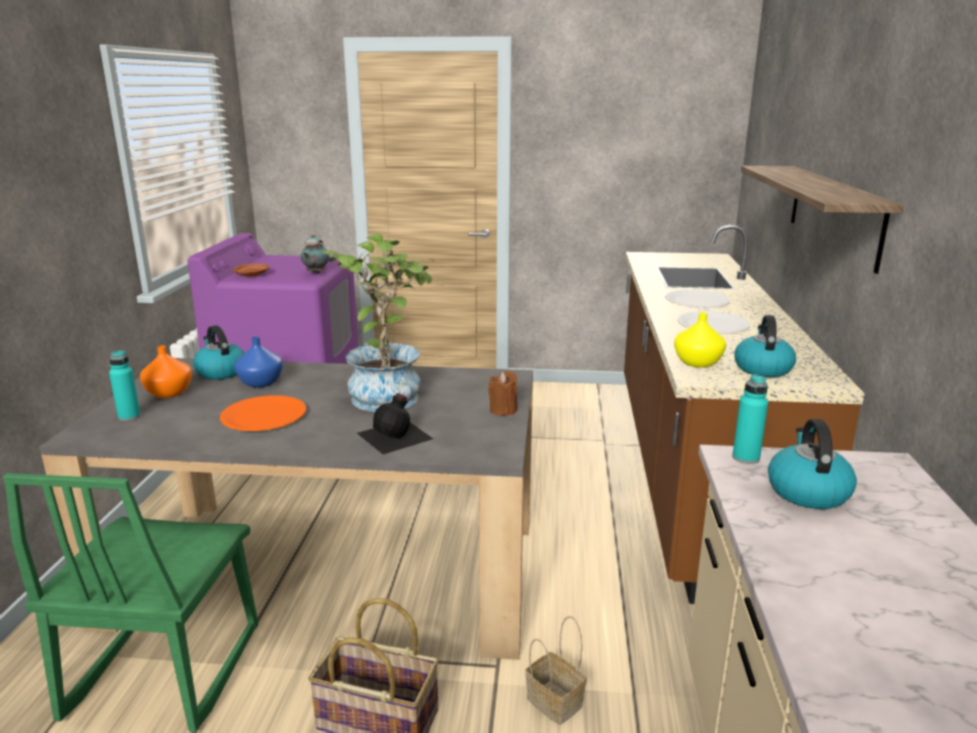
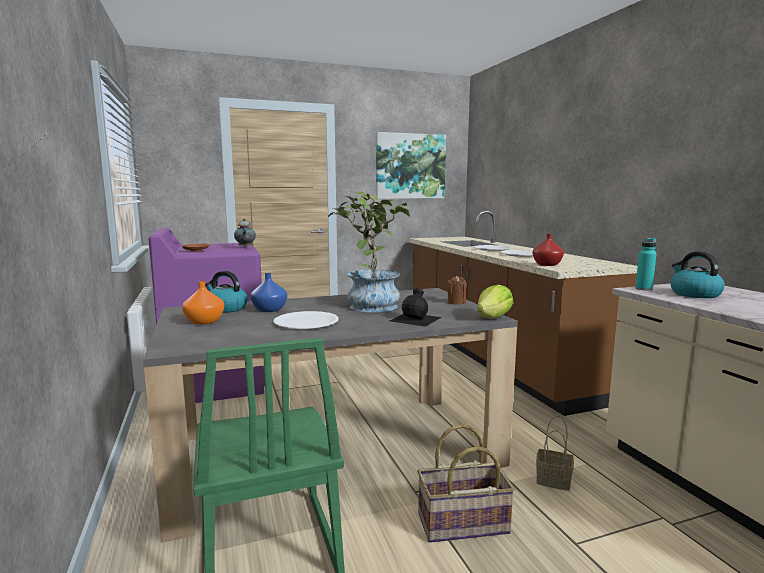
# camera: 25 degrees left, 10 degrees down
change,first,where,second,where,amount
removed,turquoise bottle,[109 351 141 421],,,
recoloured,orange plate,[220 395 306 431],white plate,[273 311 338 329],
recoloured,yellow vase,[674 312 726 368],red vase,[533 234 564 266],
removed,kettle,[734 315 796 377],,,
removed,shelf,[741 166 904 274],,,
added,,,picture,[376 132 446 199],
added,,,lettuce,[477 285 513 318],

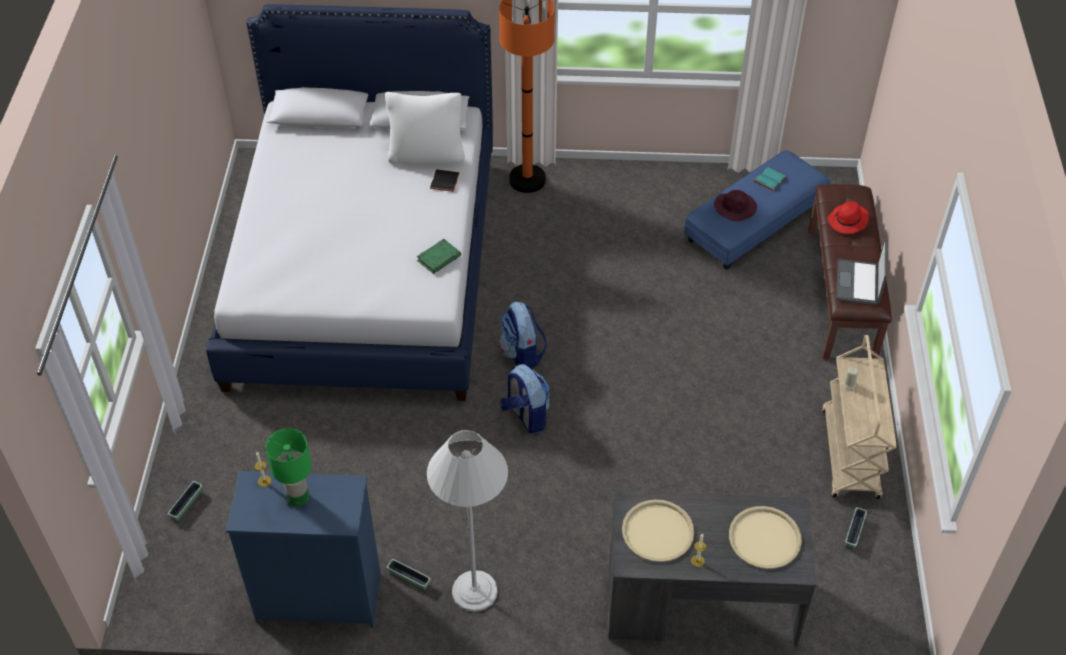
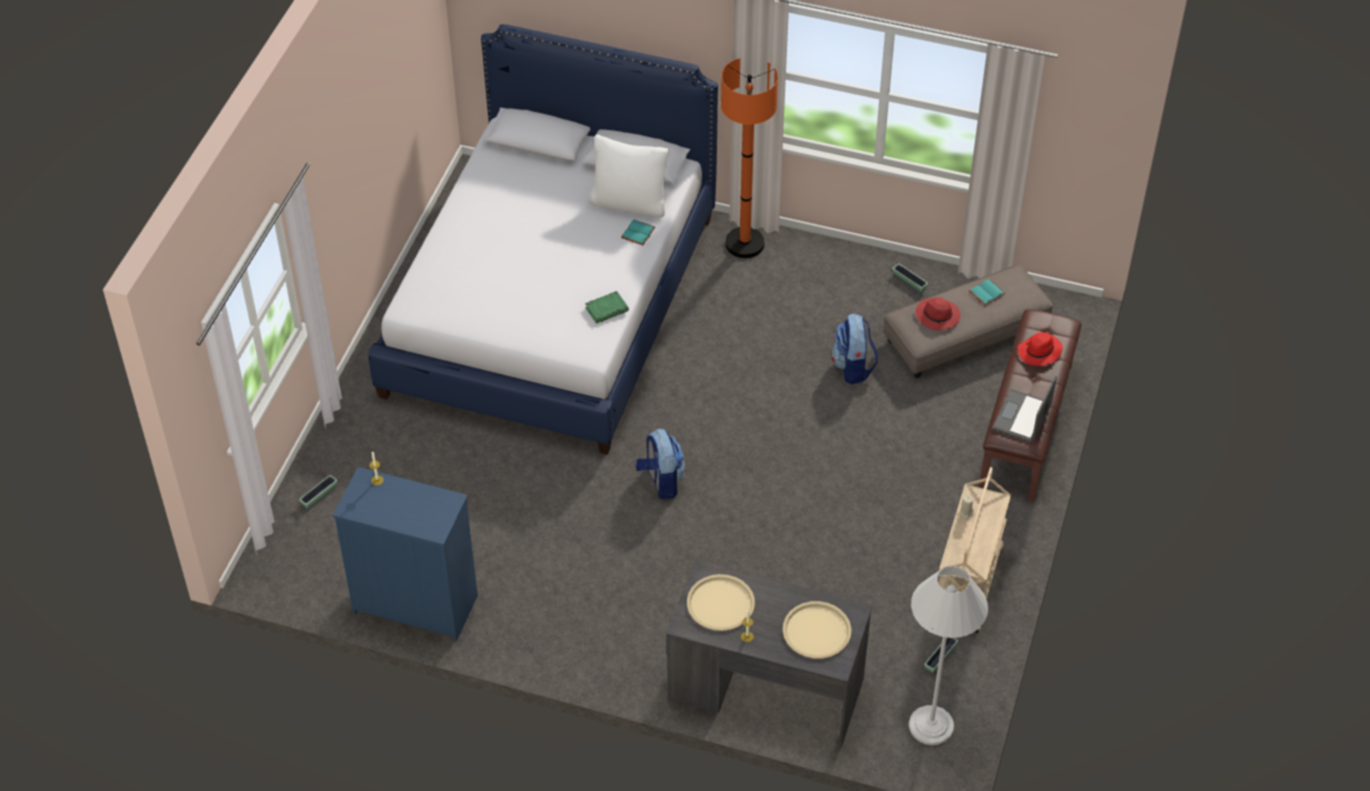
# camera: 15 degrees right, 0 degrees up
change,first,where,second,where,amount
removed,green table lamp,[266 428 312 507],,,
moved,planter,[387 559 431 591],,[893 264 928 293],
moved,white floor lamp,[427 430 508 612],,[909 566 988 745],
recoloured,black book,[430 169 460 192],turquoise book,[621 220 656 245],
moved,backpack,[499 301 547 369],,[831 313 878 384],
recoloured,blue ottoman,[684 150 830 270],grey ottoman,[884 265 1053 378],
recoloured,purple hat,[714 190 757 221],red hat,[916 297 960 330],

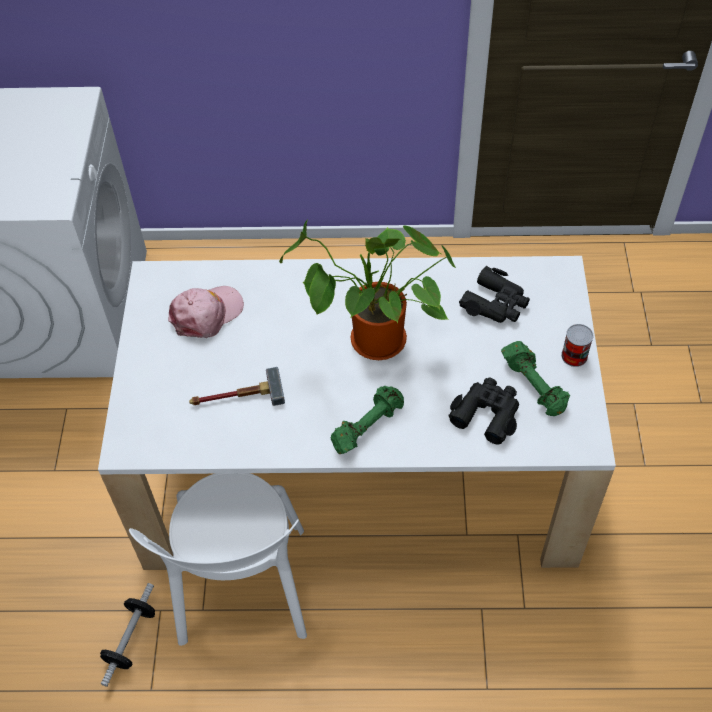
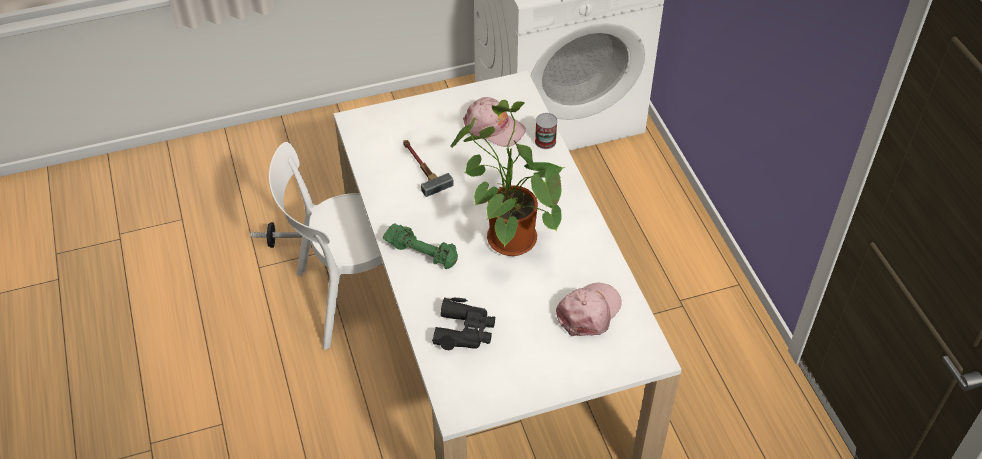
# camera: 70 degrees right, 5 degrees down
change,first,where,second,where,amount
replaced,black binoculars,[459 266 530 323],pink cap,[556 283 622 336],
removed,green dumbbell,[501 341 570 416],,,
moved,can,[561 324 593 367],,[535 113 558 149],

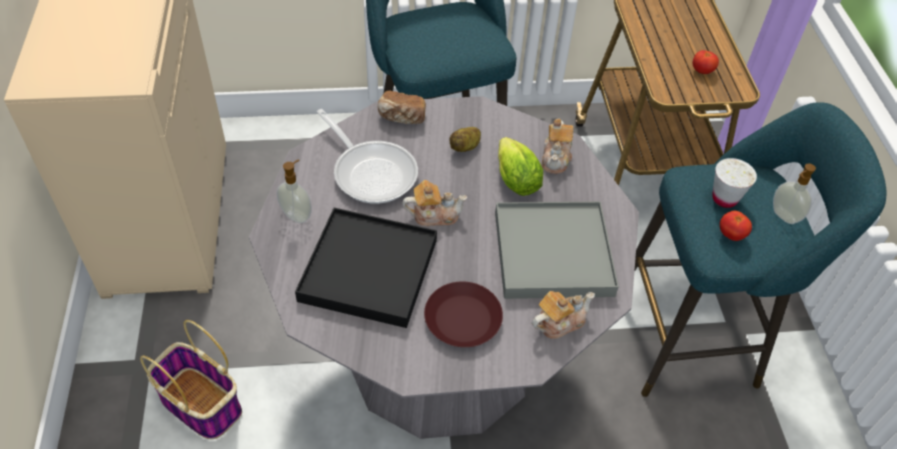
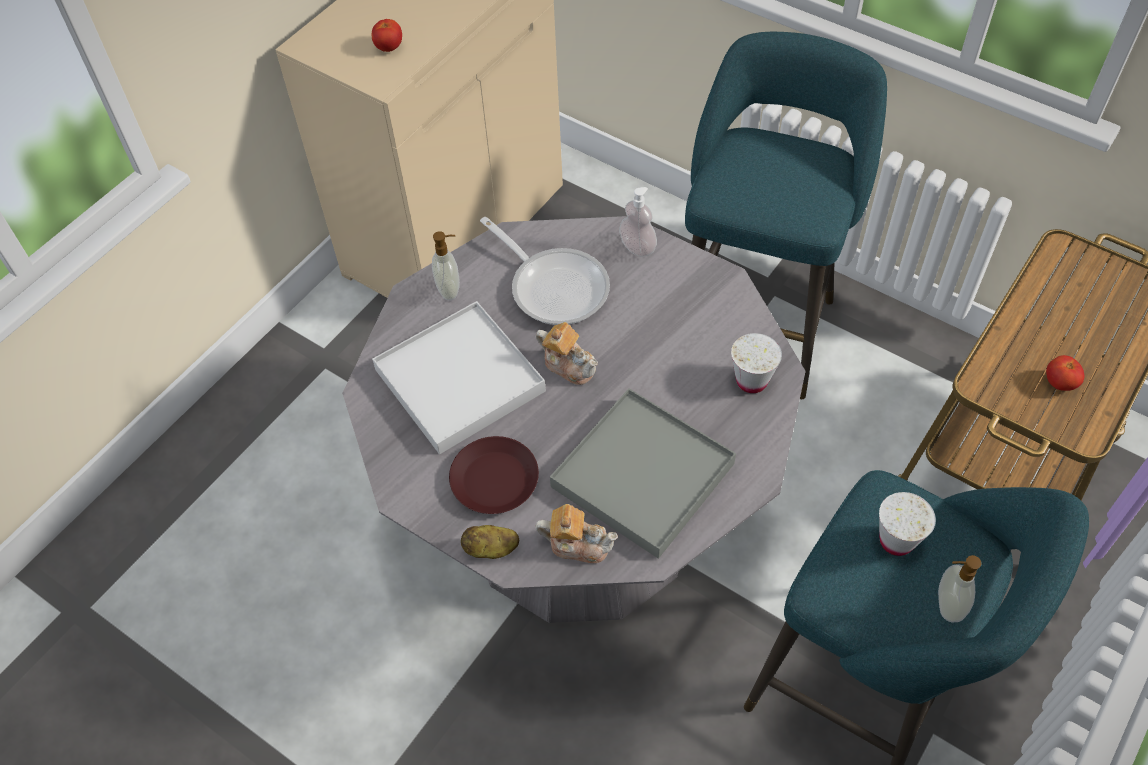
# camera: 45 degrees right, 5 degrees up
change,first,where,second,where,amount
removed,basket,[140 320 242 439],,,
recoloured,black tray,[295 208 437 328],white tray,[372 301 546 454],
turned,frying pan,[317 109 418 204],,[480 217 610 325],45 degrees counterclockwise
replaced,bread,[378 91 426 124],soap dispenser,[619 187 657 257],
moved,potato,[449 127 481 152],,[461 525 519 559],
removed,lettuce,[498 137 543 196],,,
replaced,teapot,[542 119 574 174],white cup,[731 333 782 393],
moved,tomato,[720 211 752 241],,[372 19 402 52],

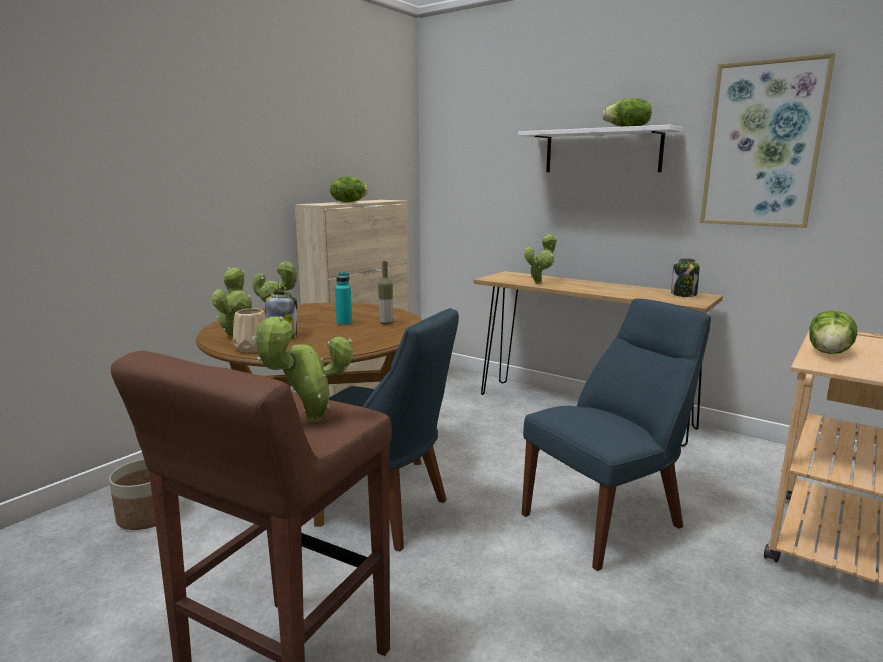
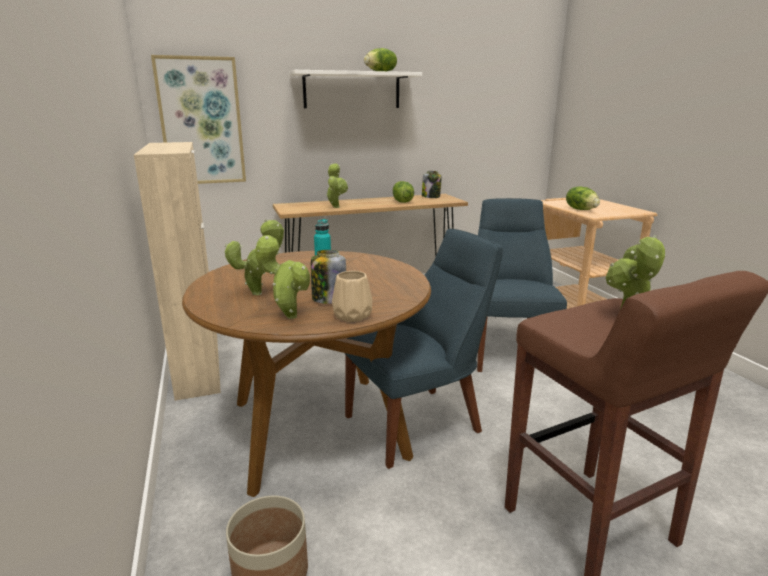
# camera: 55 degrees left, 5 degrees up
change,first,where,second,where,amount
moved,lettuce,[330 176 368 202],,[393 181 414 203],
removed,bottle,[378 261 393 325],,,
moved,picture,[700 53 835 228],,[151 55 246 184],

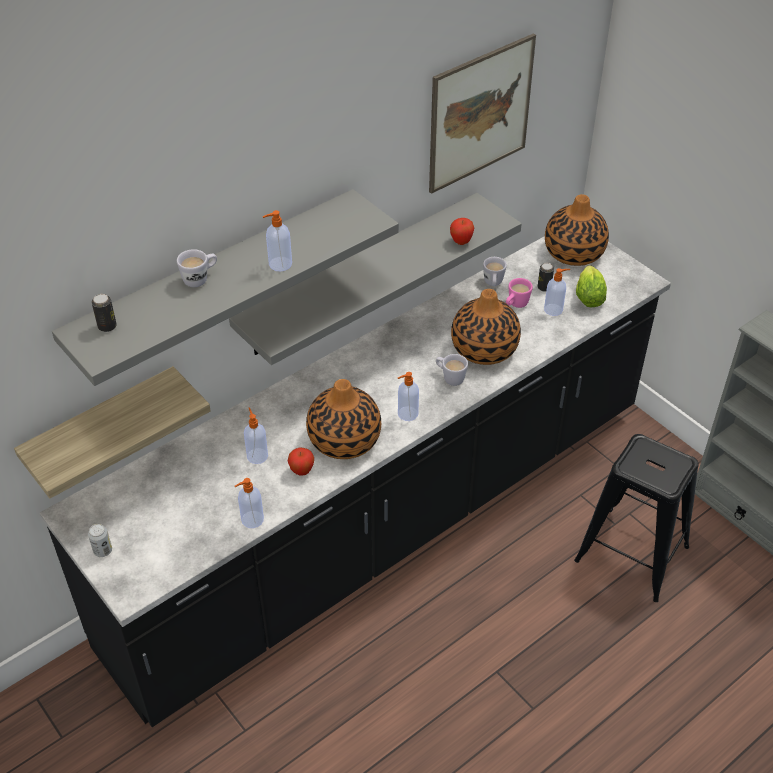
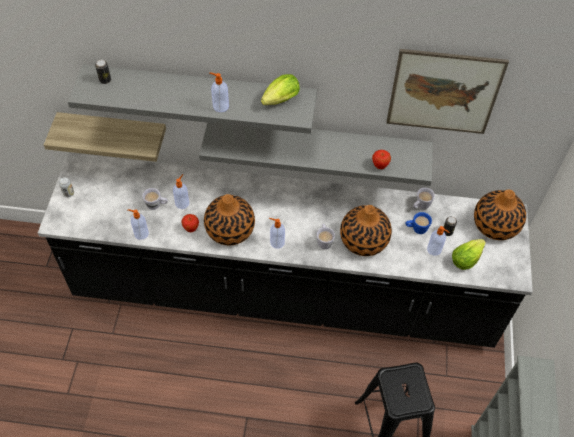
# camera: 45 degrees right, 10 degrees up
change,first,where,second,where,amount
moved,white mug,[177 249 217 287],,[142 188 168 210],
recoloured,pink mug,[506 278 533 308],blue mug,[405 212 432 234],
added,,,lettuce,[261 74 300 105],

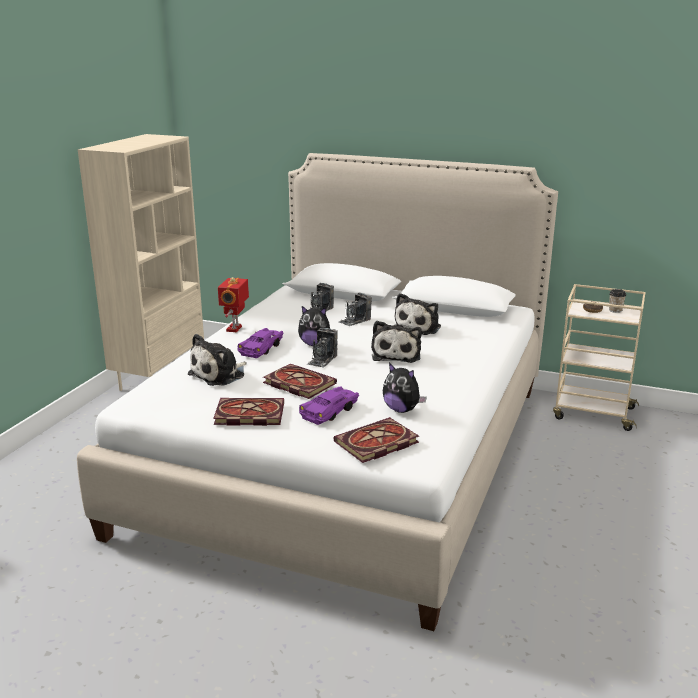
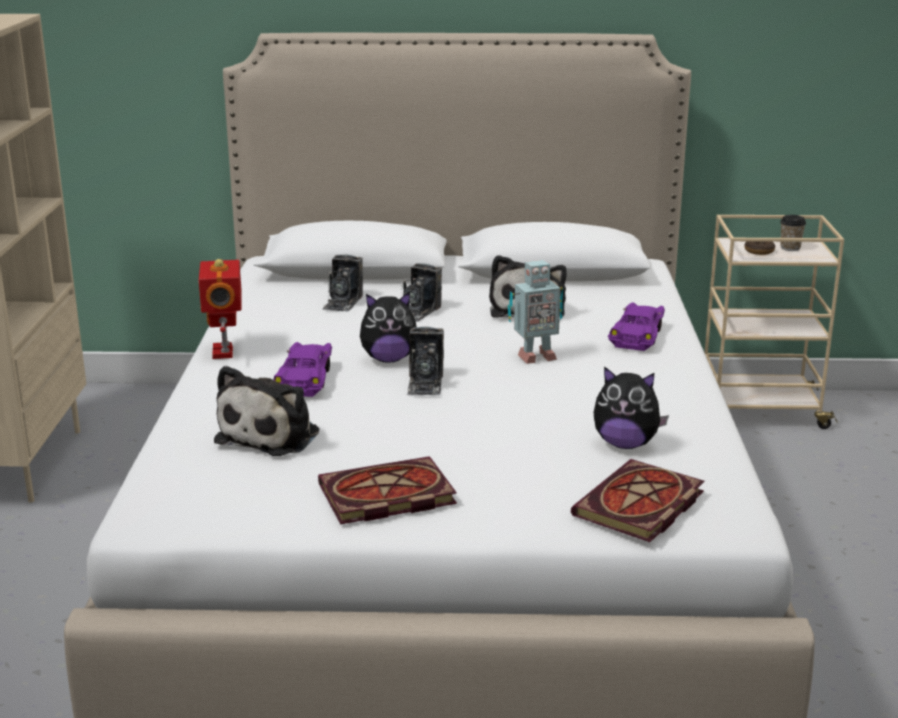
# camera: 20 degrees left, 0 degrees up
change,first,where,second,where,amount
removed,book,[263 364 337 399],,,
moved,purple toy car,[299 386 359 425],,[608 302 665 351],
replaced,plush toy,[371 321 422 363],toy robot,[508 260 563 364],

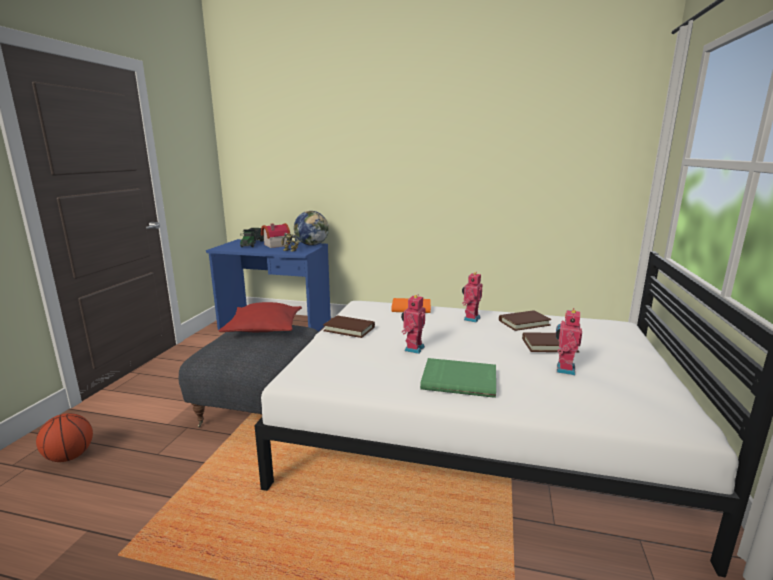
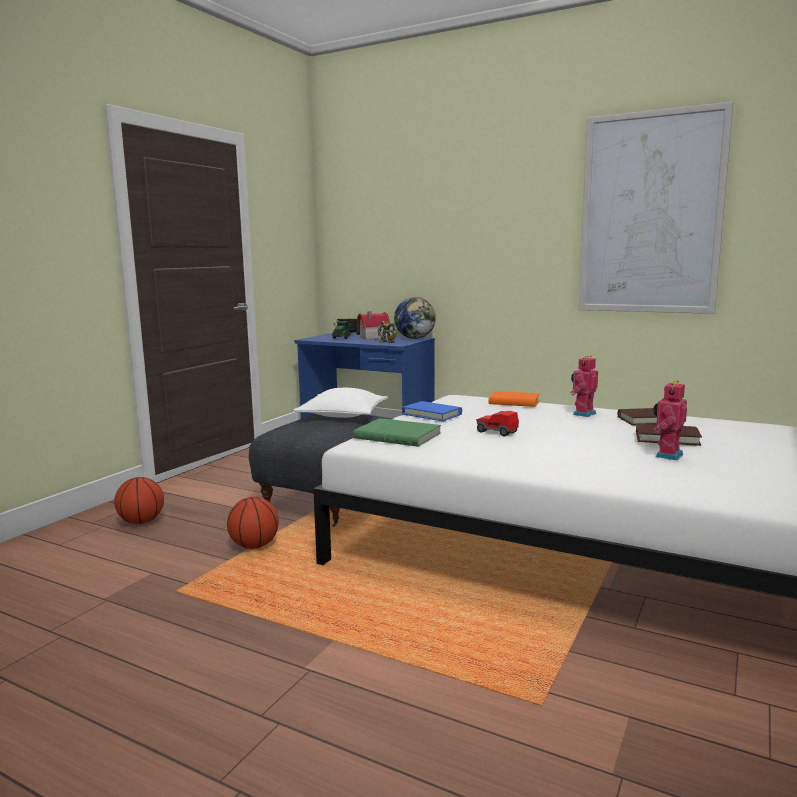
# camera: 15 degrees right, 5 degrees down
change,first,where,second,where,amount
recoloured,red pillow,[219 302 302 332],white pillow,[294 388 388 418],
recoloured,brown book,[323 316 375 338],blue book,[402 401 462 421],
replaced,toy robot,[401 294 425 354],toy car,[476 411 519 437],
moved,green book,[420 358 496 398],,[353 418 441 447],
added,,,basketball,[227 497 279 549],
added,,,picture,[579 102 733 314],

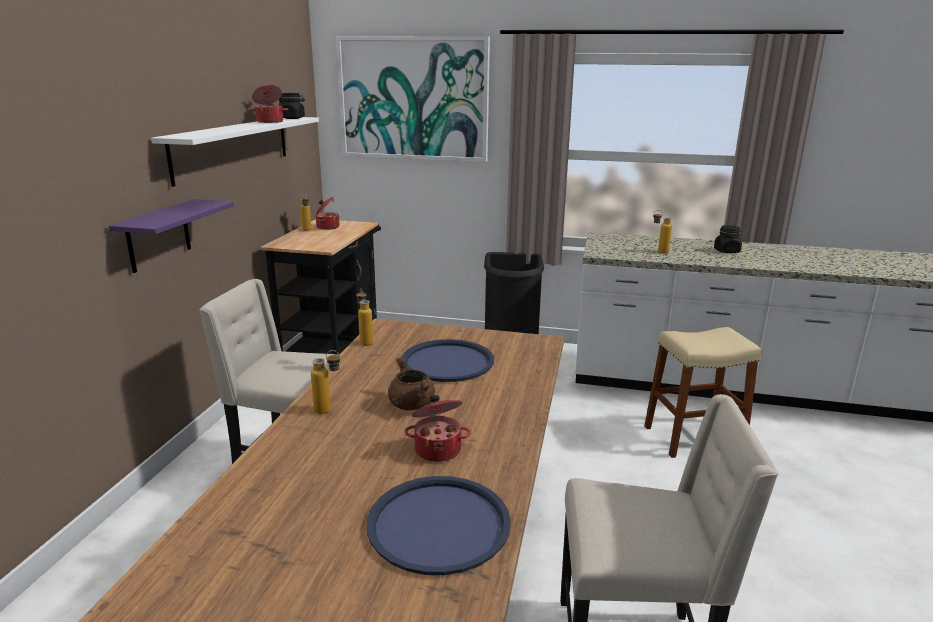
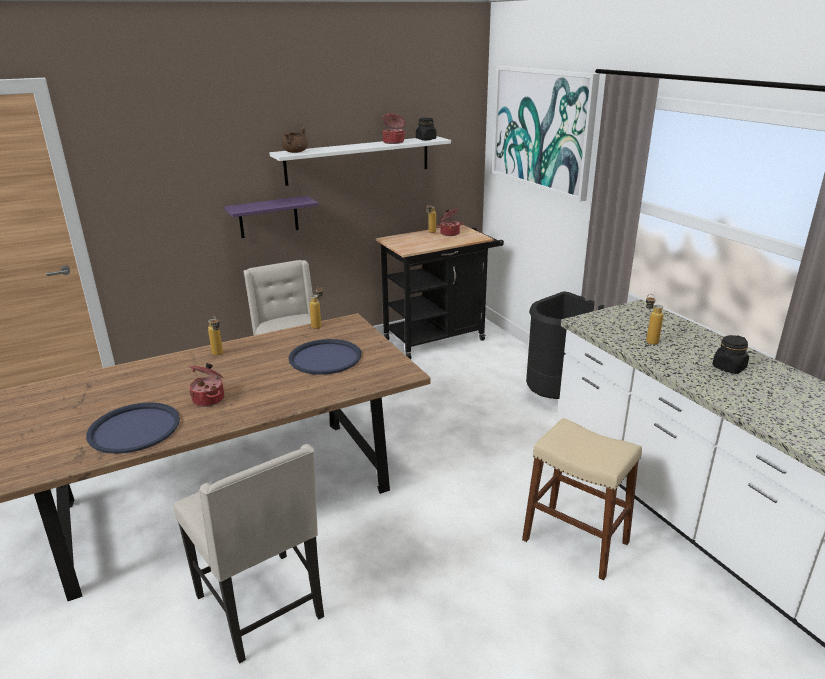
# camera: 50 degrees right, 5 degrees up
change,first,where,second,where,amount
moved,brown cooking pot,[388 358 435 410],,[282 128 308 153],

